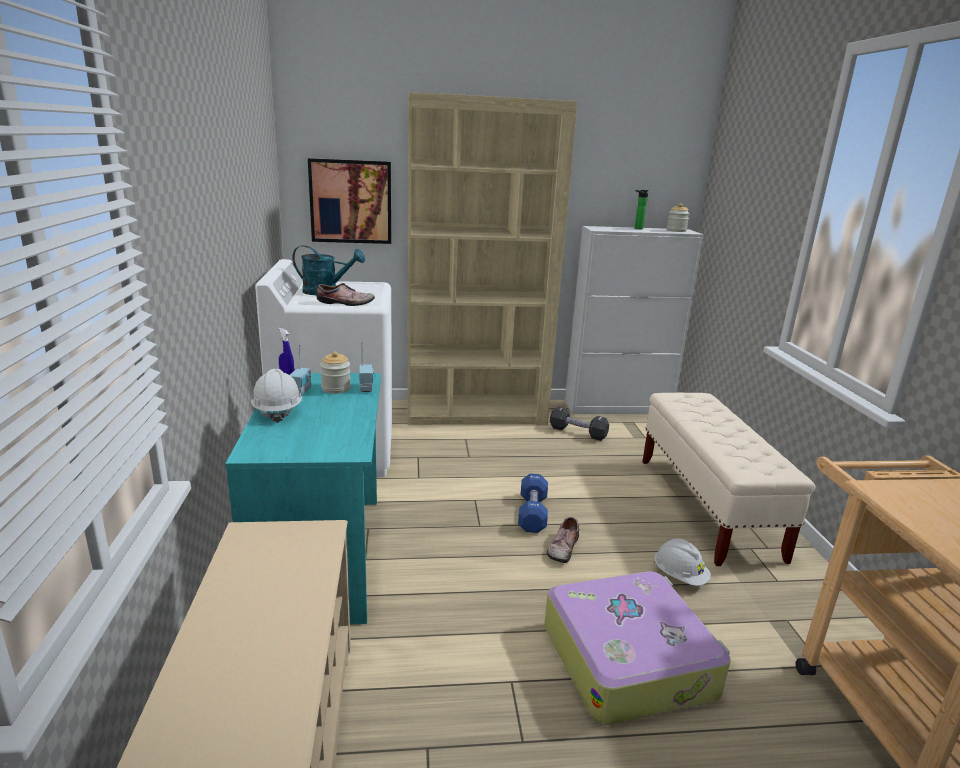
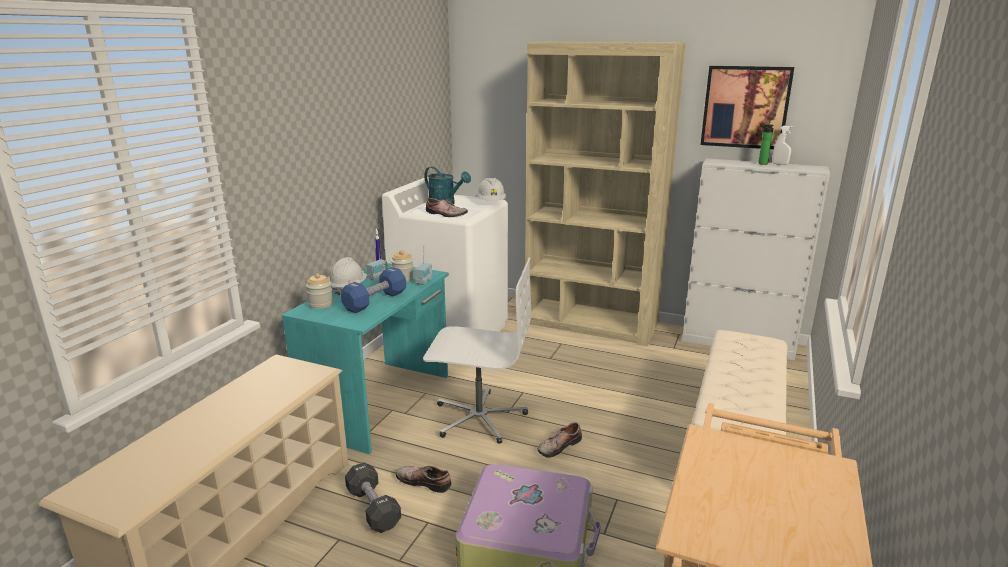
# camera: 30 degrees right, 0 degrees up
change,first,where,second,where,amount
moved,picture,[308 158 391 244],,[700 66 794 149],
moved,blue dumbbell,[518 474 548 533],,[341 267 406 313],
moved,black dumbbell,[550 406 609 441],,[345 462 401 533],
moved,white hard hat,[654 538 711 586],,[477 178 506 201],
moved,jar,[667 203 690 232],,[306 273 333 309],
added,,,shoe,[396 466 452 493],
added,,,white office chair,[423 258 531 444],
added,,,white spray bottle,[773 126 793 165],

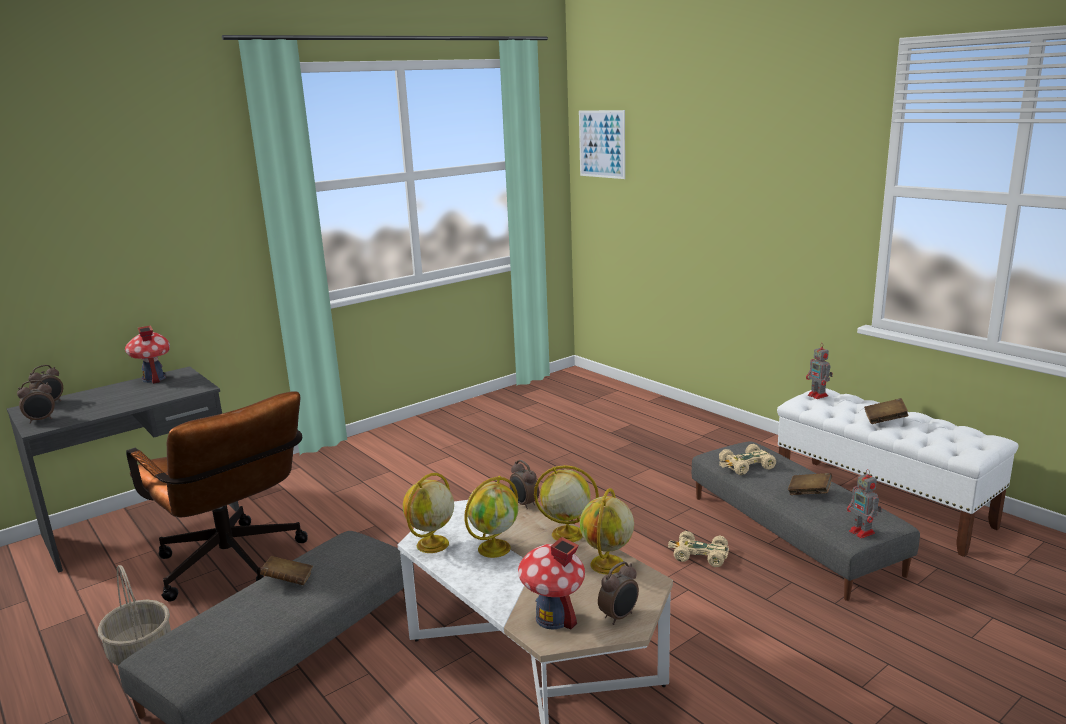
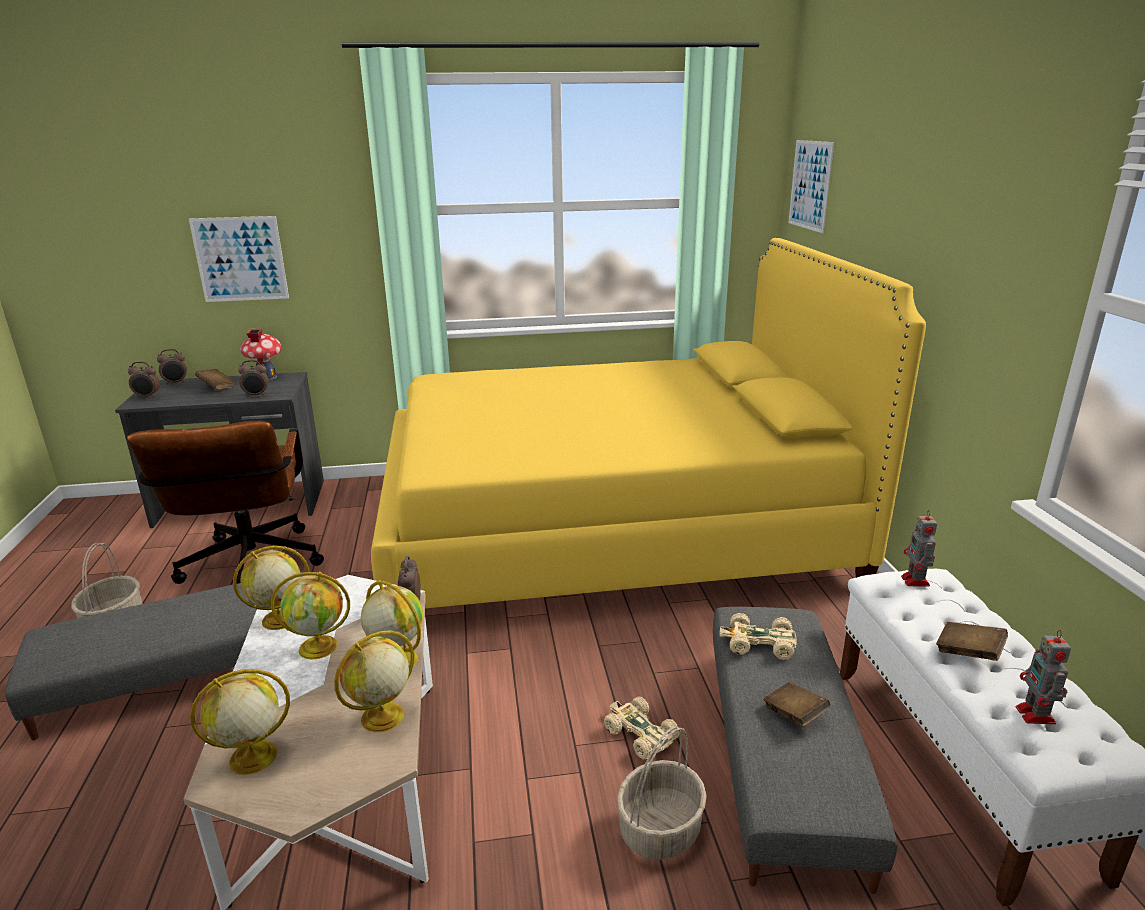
# camera: 30 degrees right, 5 degrees up
change,first,where,second,where,amount
moved,brown book,[260 556 313 585],,[195 369 236 390],
replaced,toy house,[518 537 585 630],globe,[190 669 290 775],
moved,alarm clock,[598 561 639 625],,[238 360 269 397],
moved,toy robot,[847 469 882 539],,[1016 630 1071 724],
added,,,picture,[189 216 289 302],
added,,,yellow bed,[371 238 926 608],
added,,,basket,[617 726 707 860],

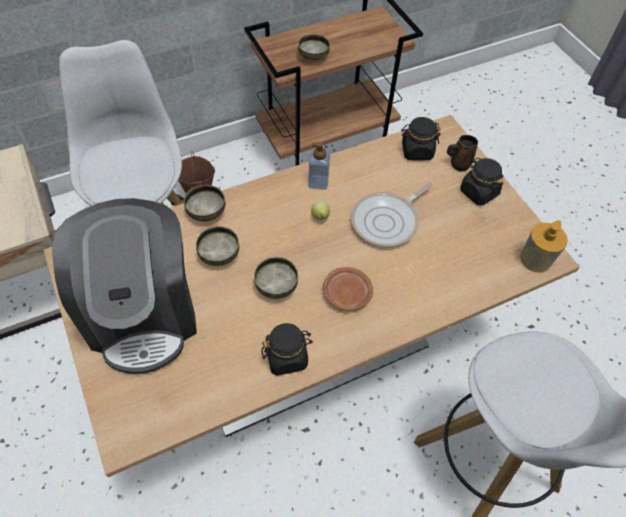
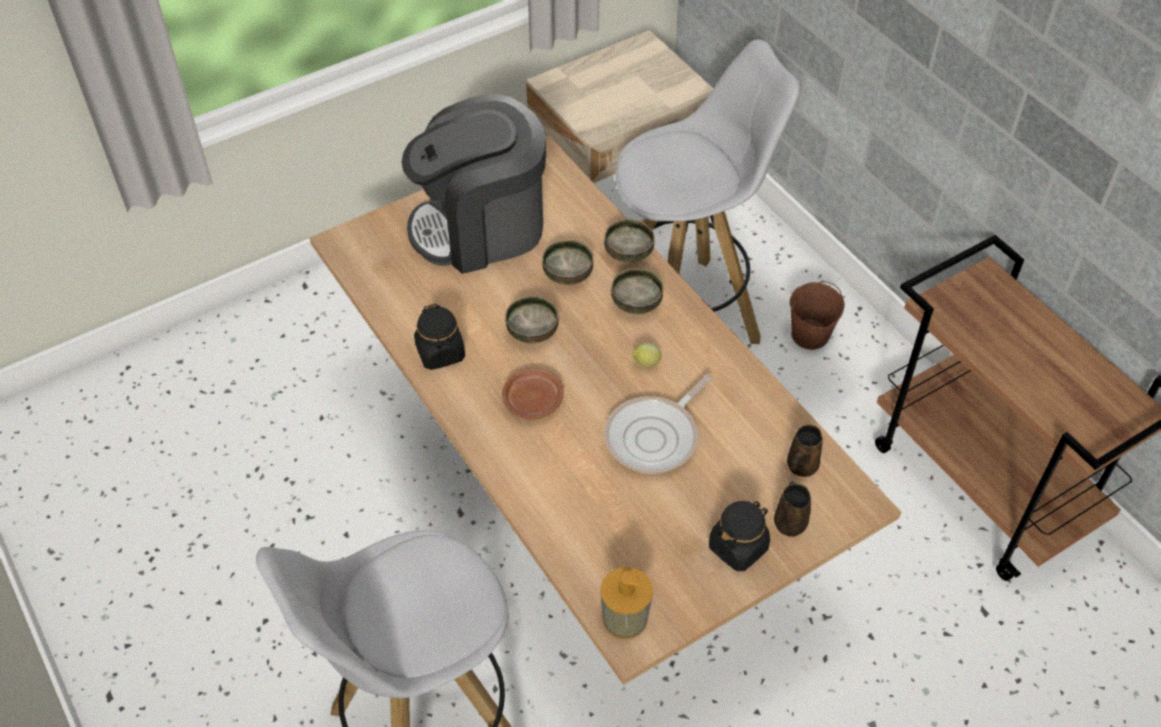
# camera: 85 degrees right, 5 degrees down
change,first,where,second,where,amount
moved,bowl,[298 34 330 60],,[611 268 663 314],
removed,soap dispenser,[308 142 330 190],,,
turned,frying pan,[351 182 433 247],,[604 374 713 474],90 degrees counterclockwise
replaced,black jar,[401 117 441 160],brown mug,[787 425 823 477],

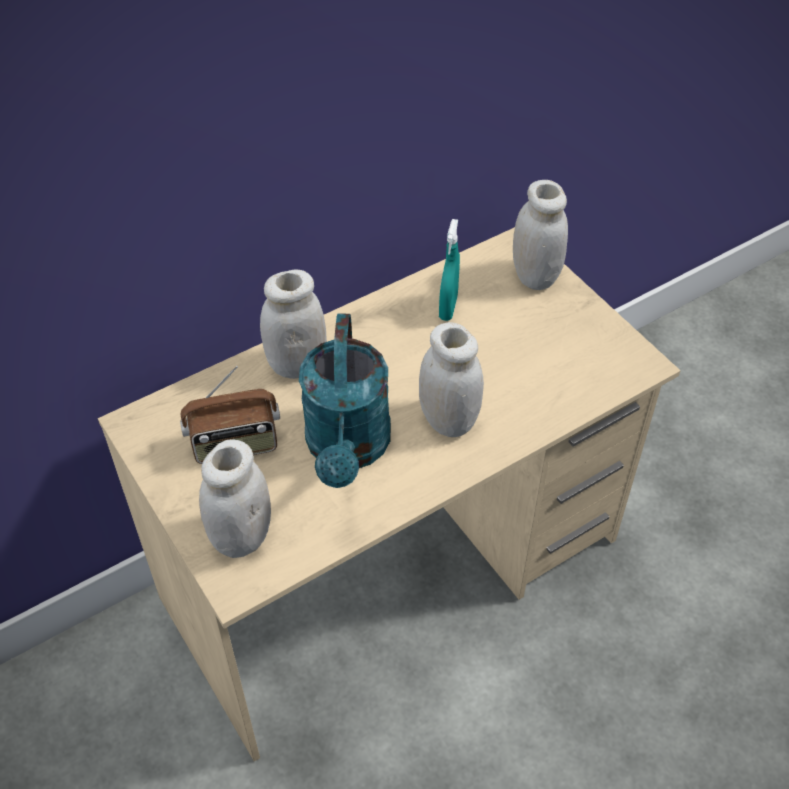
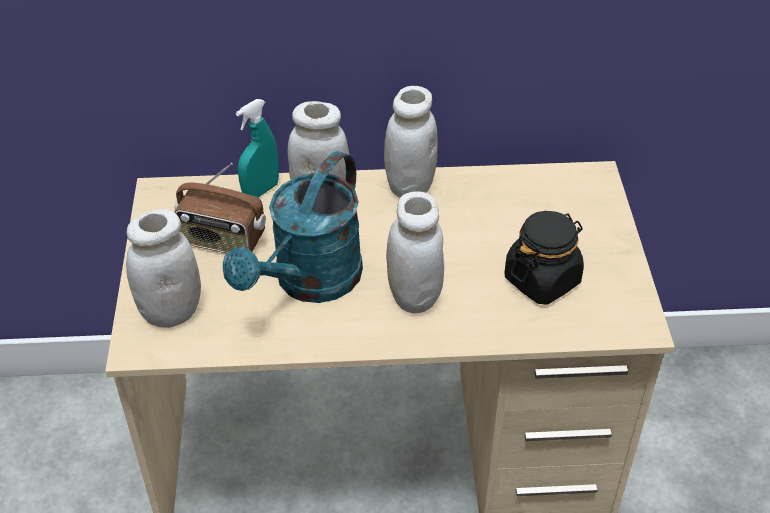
# camera: 30 degrees right, 5 degrees down
change,first,where,second,where,amount
moved,turquoise spray bottle,[439 219 460 321],,[236 99 279 197],
moved,white jar,[513 180 568 290],,[384 86 438 198],
added,,,black jar,[505 211 584 305],

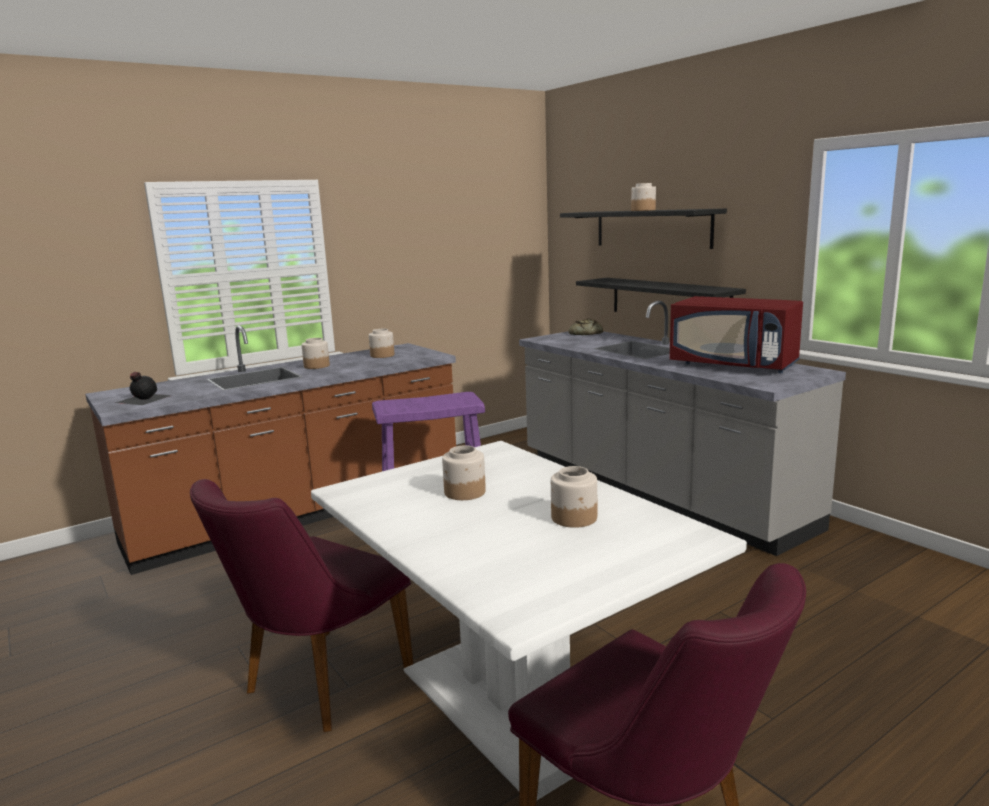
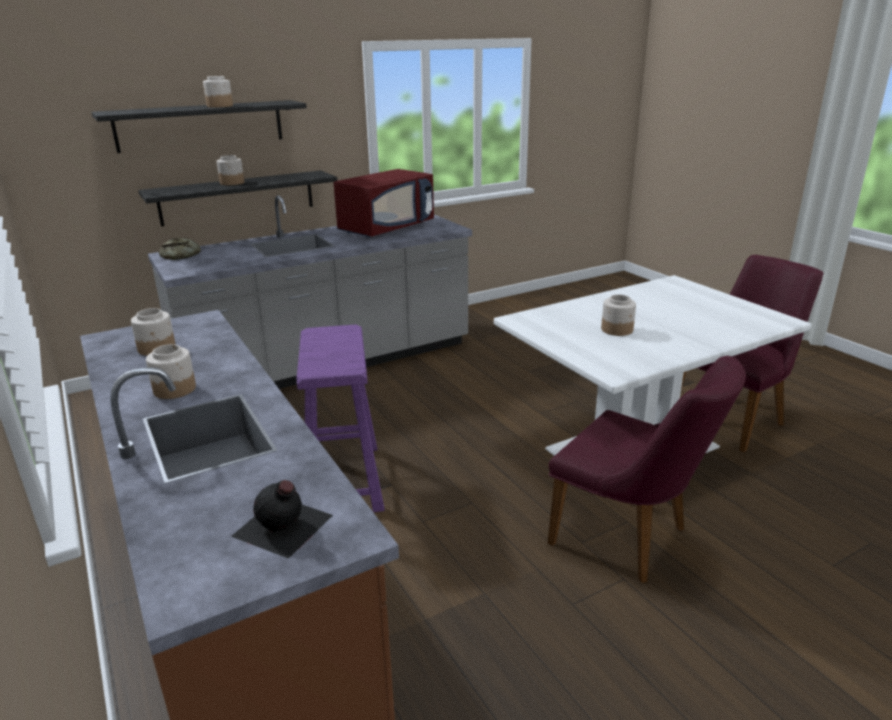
# camera: 85 degrees left, 10 degrees up
change,first,where,second,where,amount
moved,jar,[551 466 597 528],,[216 155 244 185],

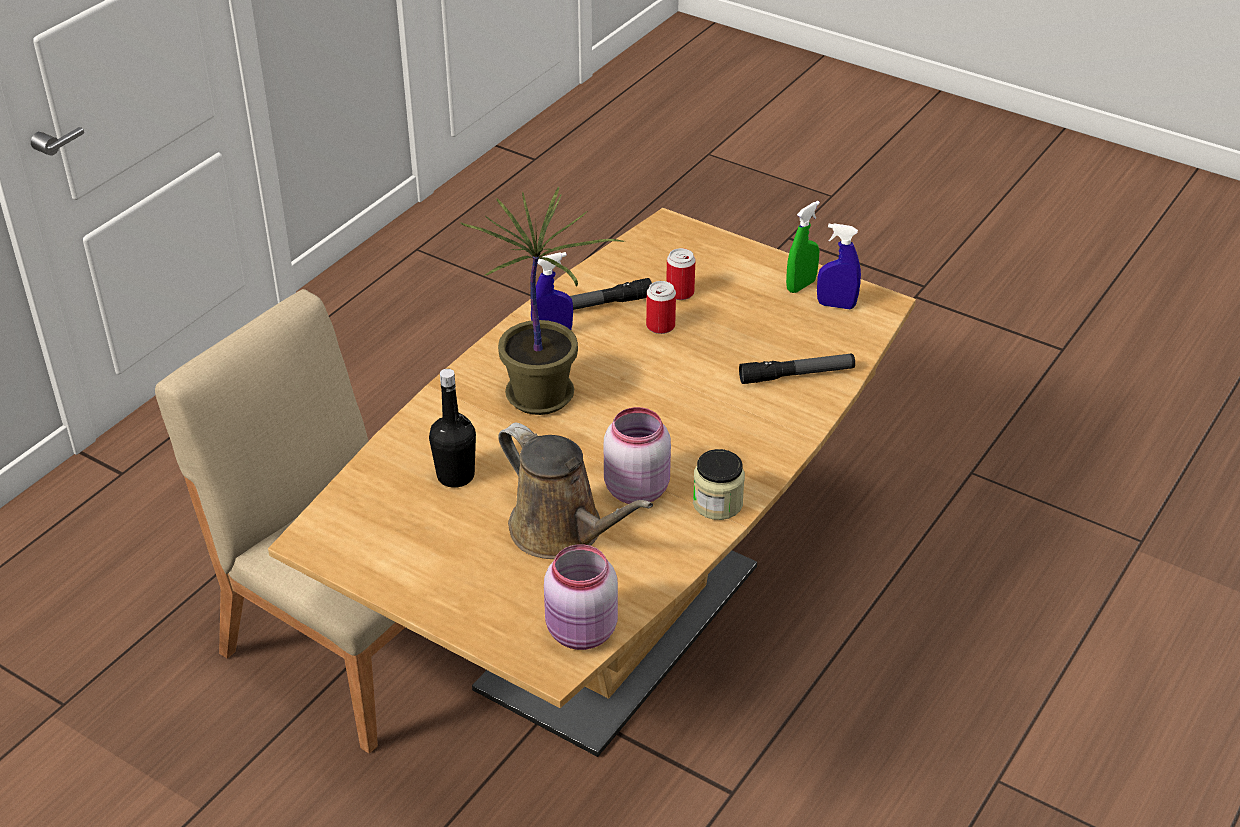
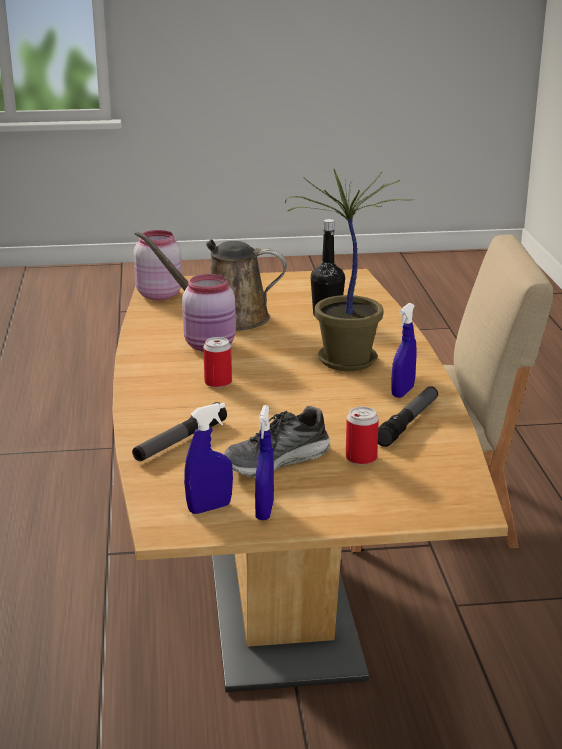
# camera: 140 degrees right, 15 degrees down
change,first,where,second,where,amount
moved,can,[646 281 676 334],,[203 337 232 388],
removed,jar,[693 449 745 520],,,
recoloured,green spray bottle,[786 201 820 293],blue spray bottle,[255 405 274 520],
added,,,shoe,[224 406 330 478],

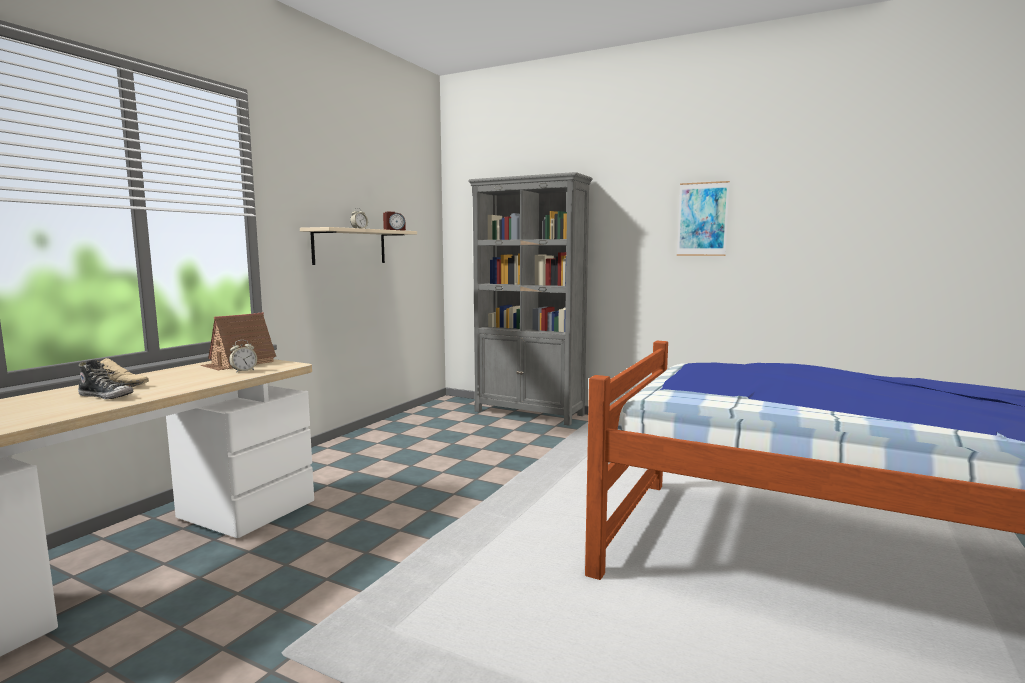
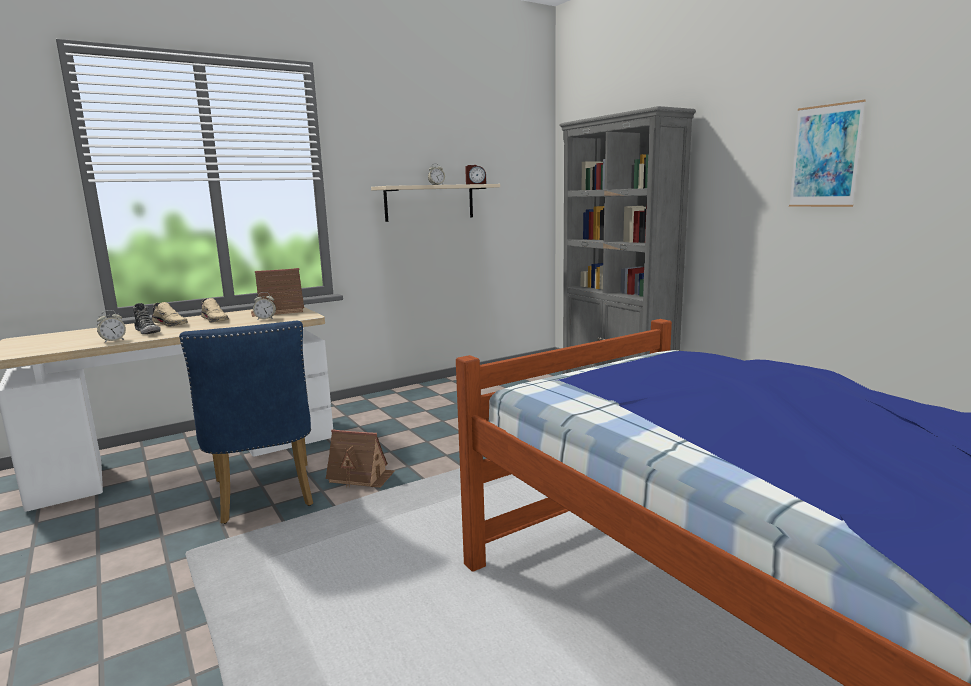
# camera: 30 degrees right, 5 degrees up
change,first,where,second,where,amount
added,,,alarm clock,[97 310 126 343],
added,,,blue chair,[179 321 313 524],
added,,,beige shoe,[201 298 229 323],
added,,,toy house,[326 429 395 488],

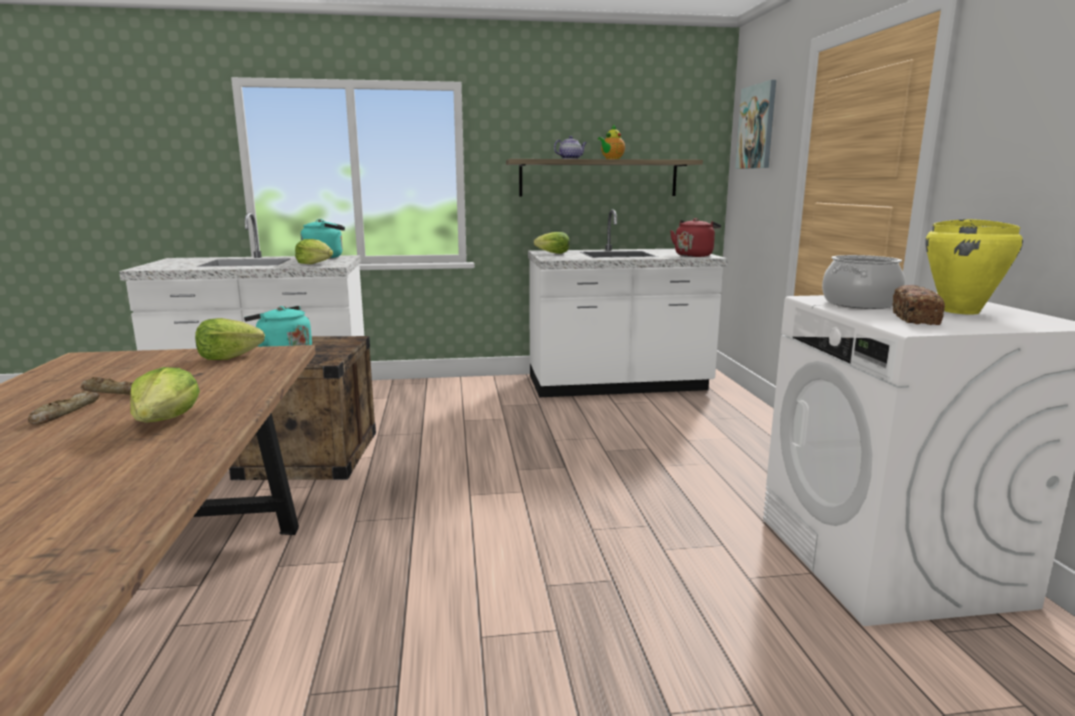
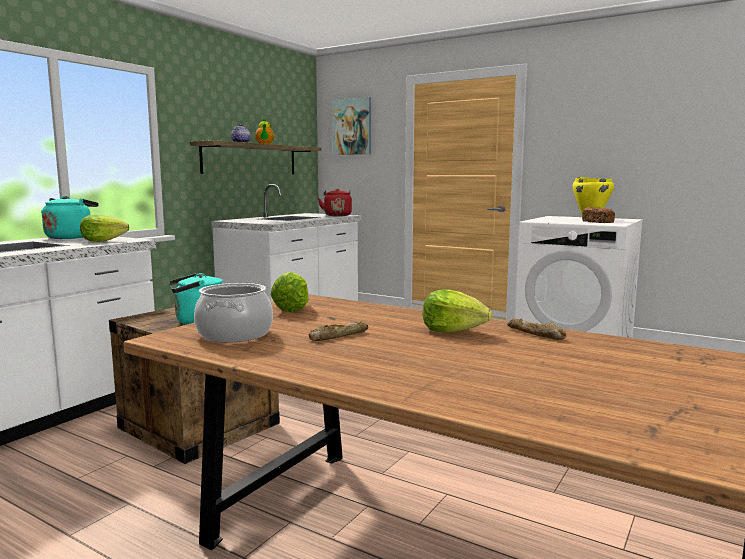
# camera: 50 degrees left, 5 degrees down
change,first,where,second,where,amount
moved,bread,[28 391 100 425],,[507 318 567 340],
removed,lettuce,[534 232 570 254],,,
moved,cooking pot,[822 255 905 309],,[194 283 273 343],

